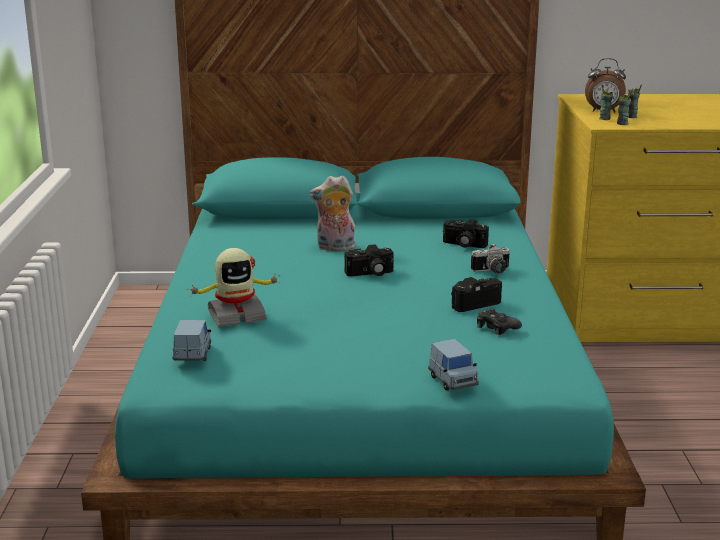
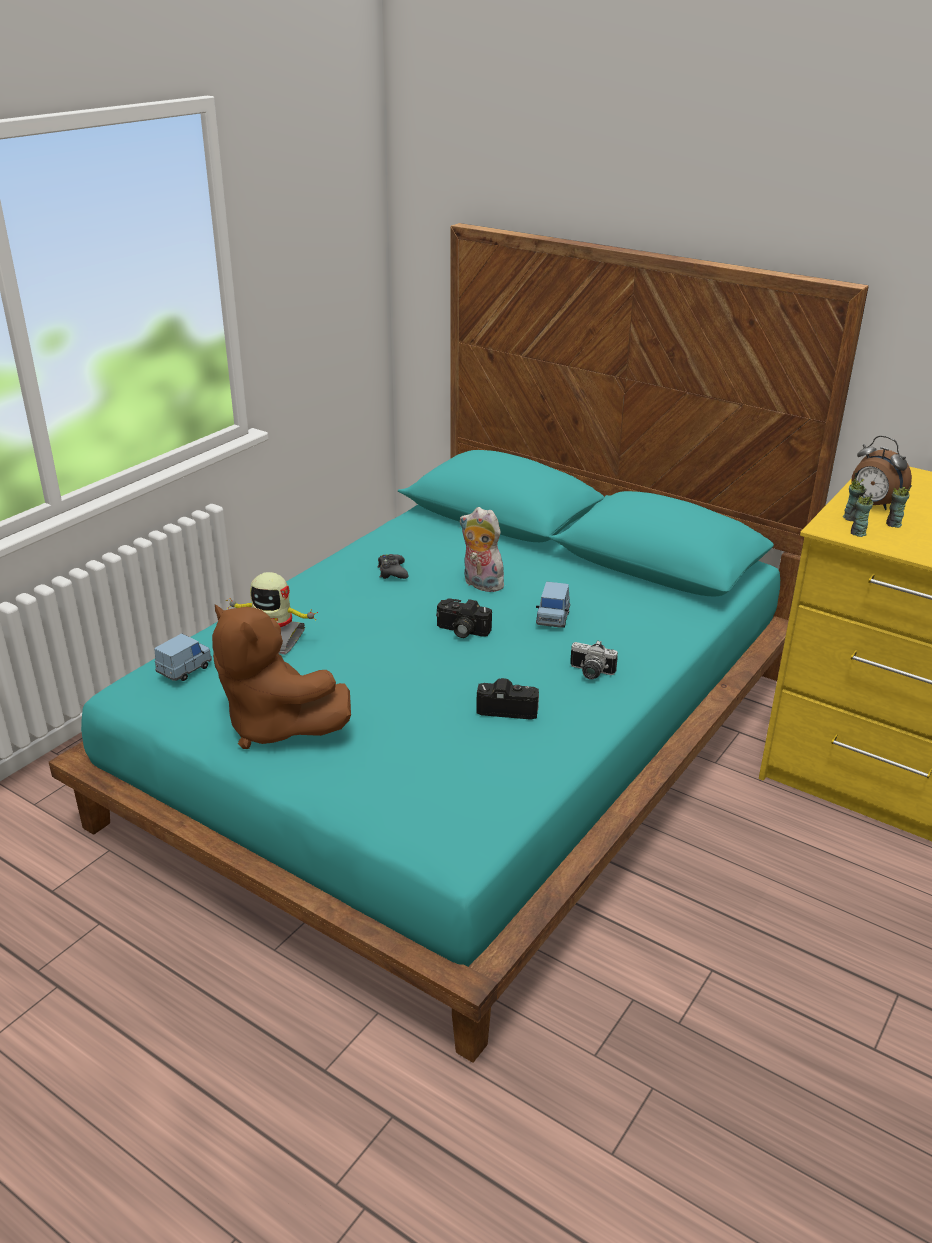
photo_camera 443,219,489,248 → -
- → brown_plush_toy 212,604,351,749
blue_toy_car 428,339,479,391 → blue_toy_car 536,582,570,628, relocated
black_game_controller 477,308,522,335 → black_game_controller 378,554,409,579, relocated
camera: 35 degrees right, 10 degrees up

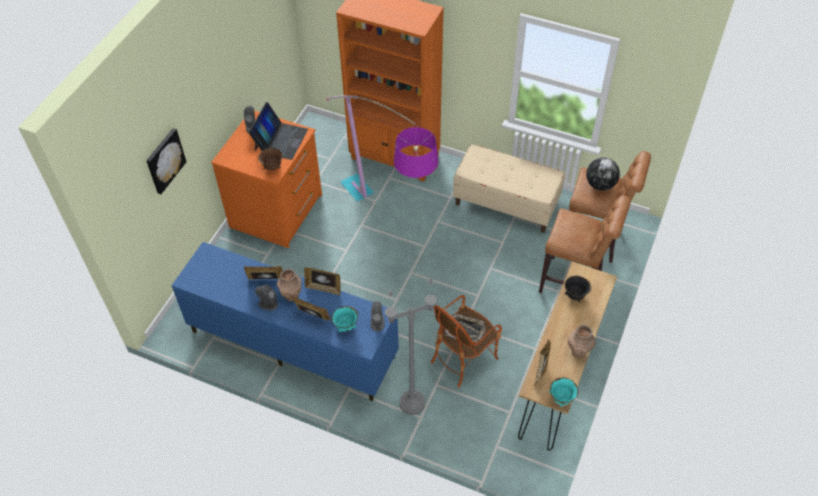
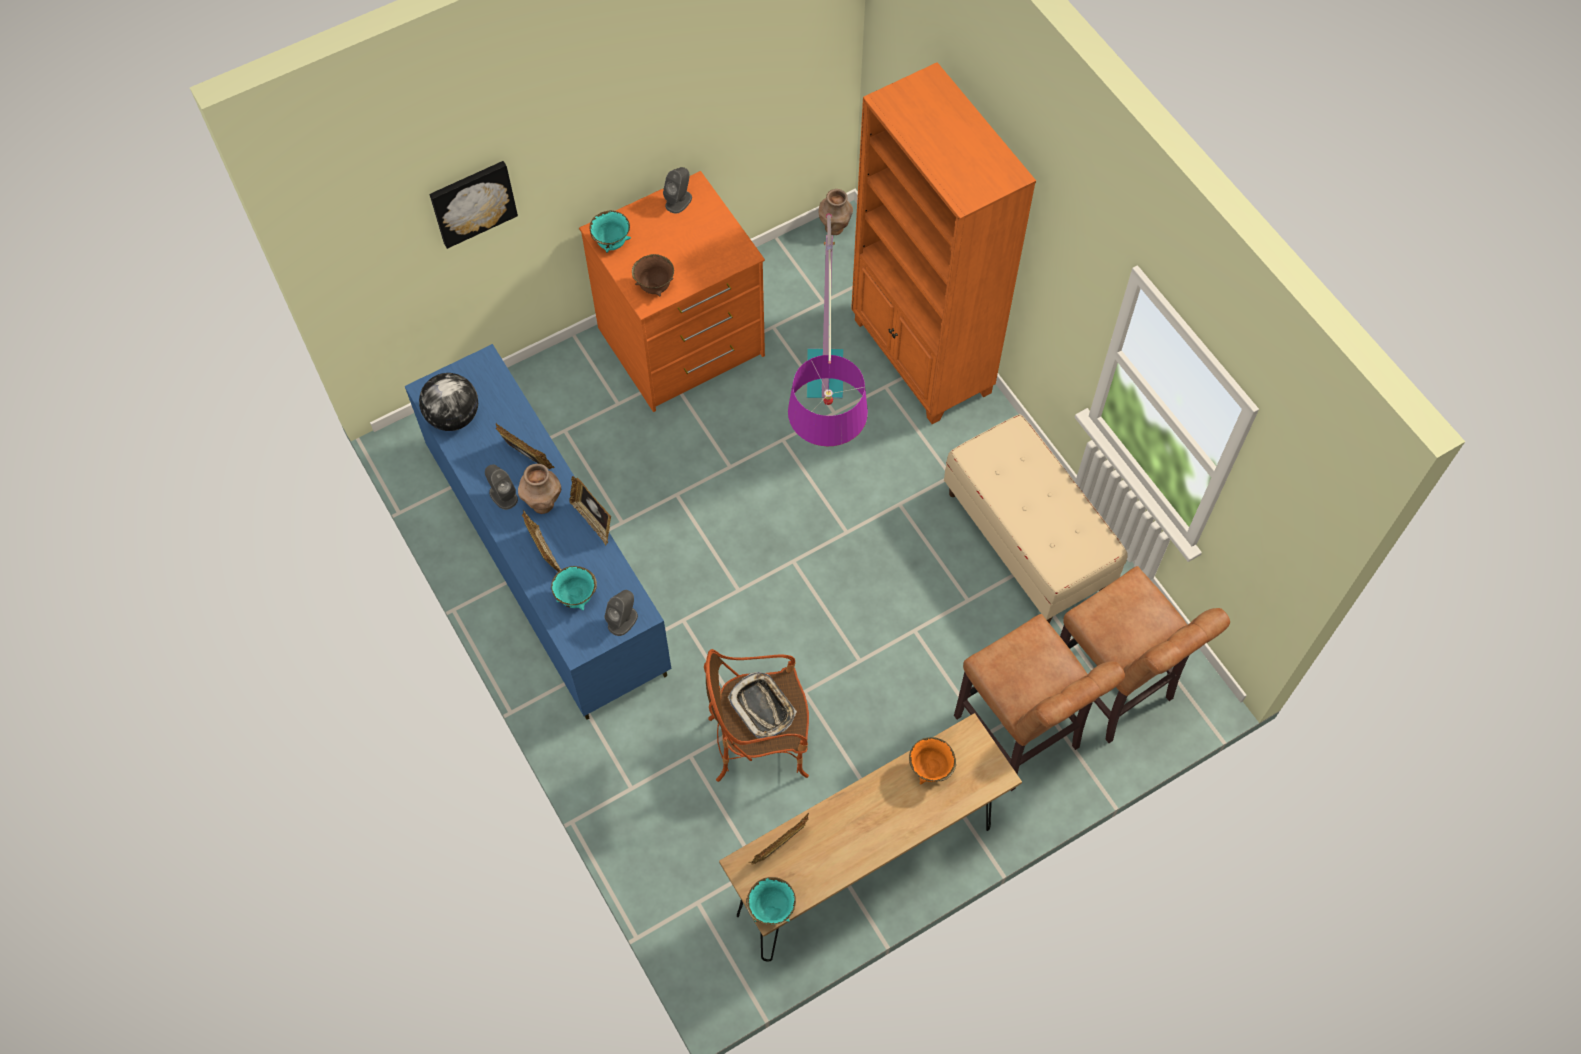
laptop 248,102,308,160 → -
grey_floor_lamp 385,278,437,415 → -
- → turquoise_bowl 590,211,631,253
brown_vase 568,325,596,358 → brown_vase 819,189,853,235, relocated
globe 586,158,620,190 → globe 419,373,478,431, relocated
black_bowl 564,276,592,302 → orange_bowl 909,737,956,784
camera: 35 degrees right, 10 degrees up

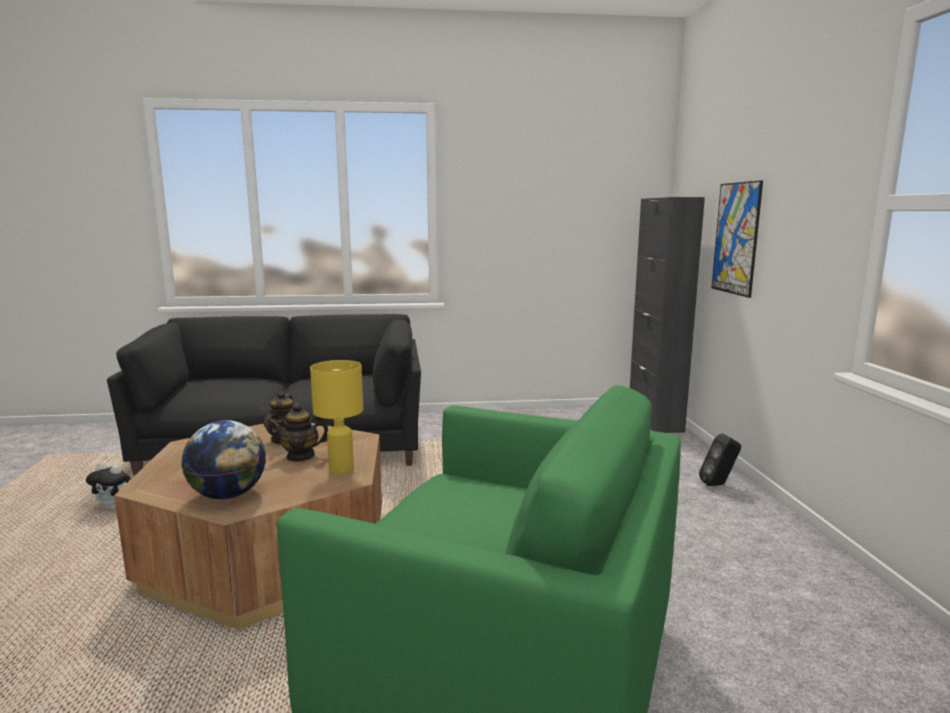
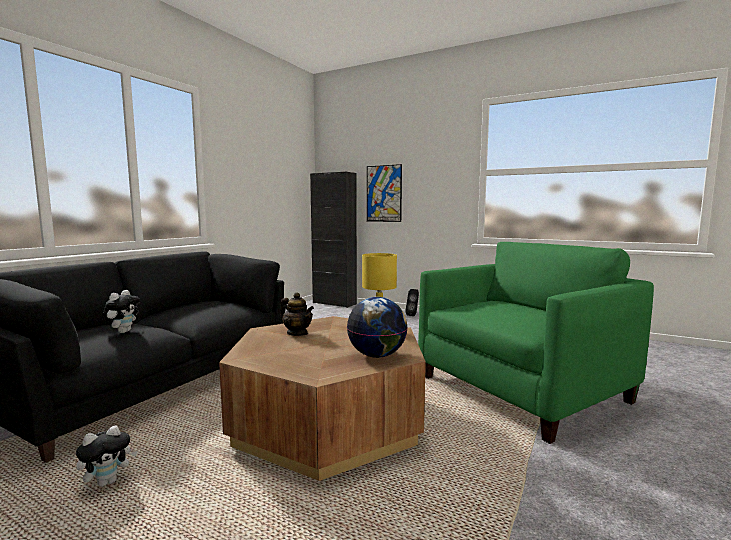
teapot 267,403,328,462 → -
- → plush_toy 102,290,140,333
camera: 55 degrees left, 5 degrees down

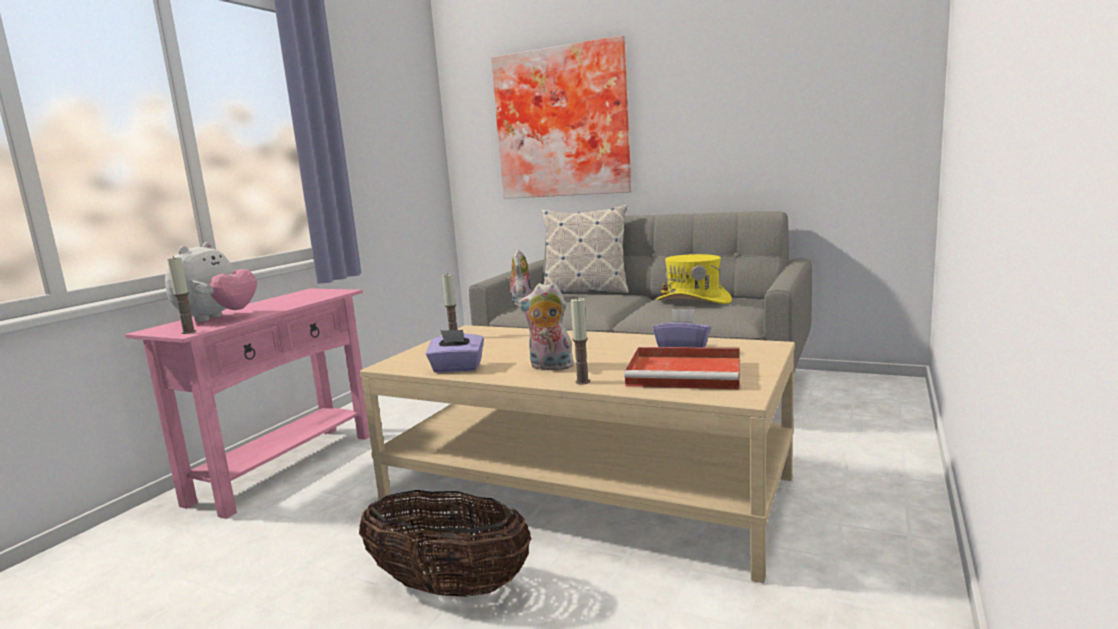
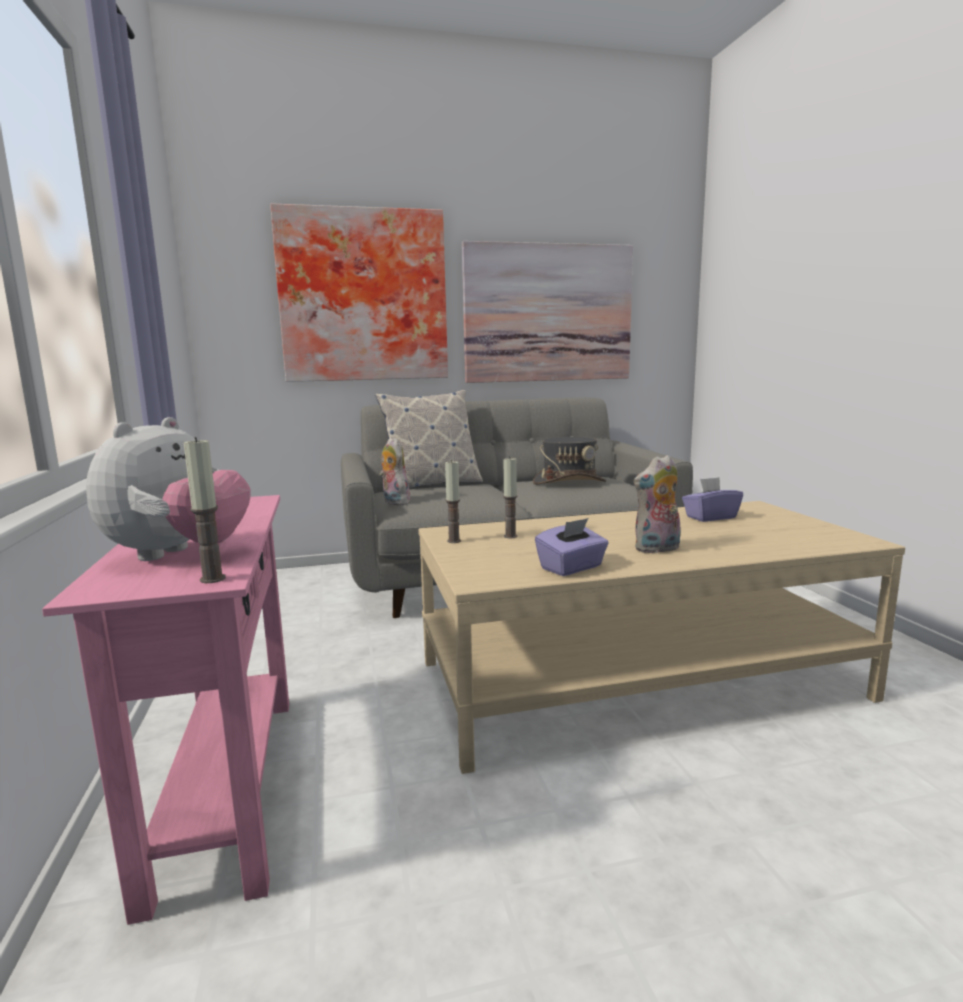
basket 359,490,531,597 → -
red_tray 624,347,740,389 → -
- → picture 462,241,633,383
candle 571,297,590,385 → candle 503,456,518,538, relocated
yellow_hat 657,254,732,304 → grey_hat 533,437,606,485
plush_toy 165,242,257,322 → plush_toy 86,417,251,561, 45 degrees clockwise
camera: 40 degrees left, 0 degrees up

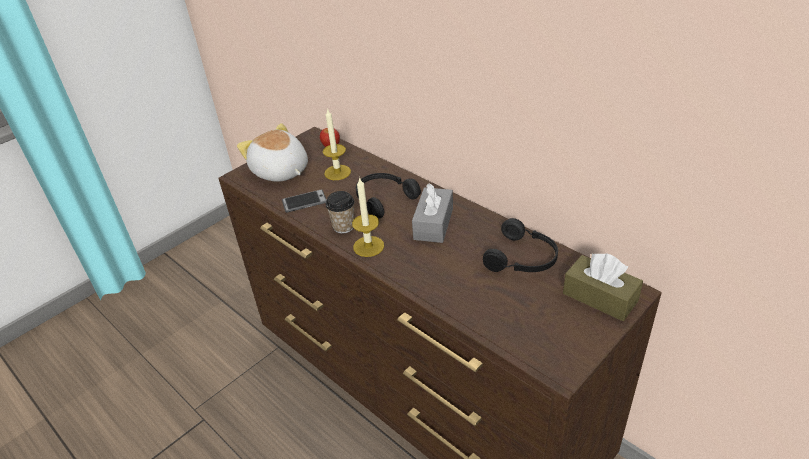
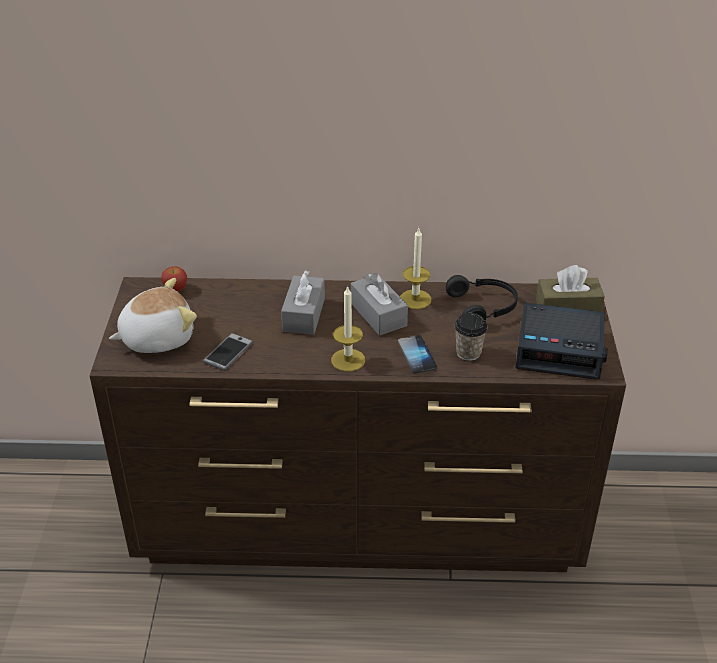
- → phone 398,335,437,374
- → alarm_clock 516,303,608,379
candle 323,108,351,180 → candle 400,227,431,309, relocated
cup 326,191,355,233 → cup 455,313,487,361, relocated
black_headphones 356,173,421,219 → grey_tissue_box 281,270,325,335
plush_toy 237,123,308,182 → plush_toy 109,278,197,353, 150 degrees clockwise
camera: 45 degrees left, 0 degrees up

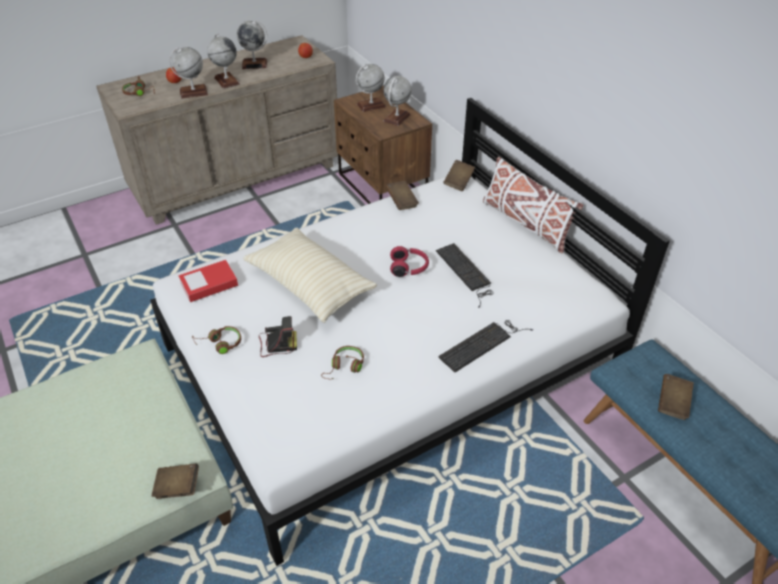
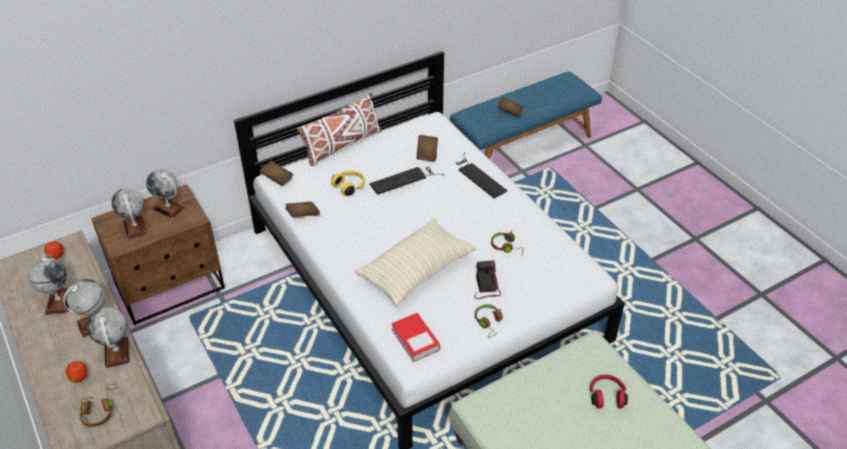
- → yellow_headphones 331,170,365,196
brown_book 152,463,199,499 → brown_book 417,135,438,162, relocated
red_headphones 390,246,429,277 → red_headphones 590,375,628,408, relocated
camera: 90 degrees left, 0 degrees up

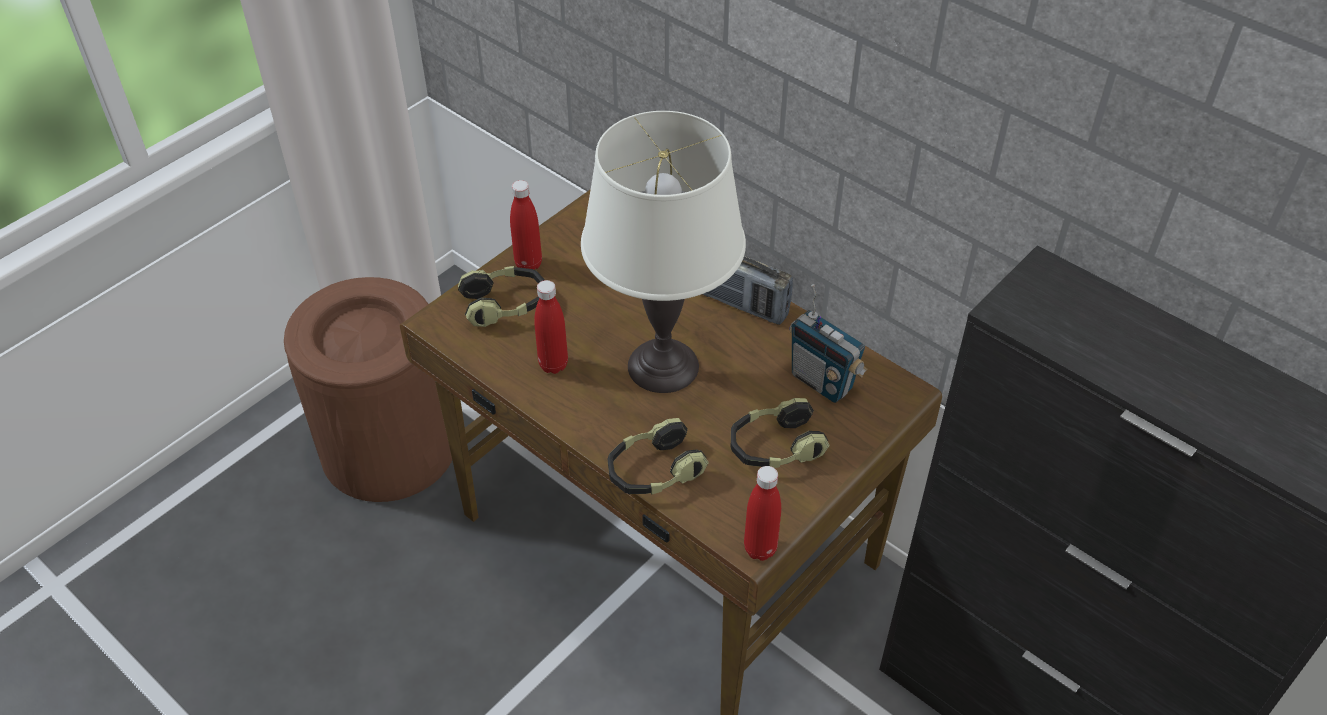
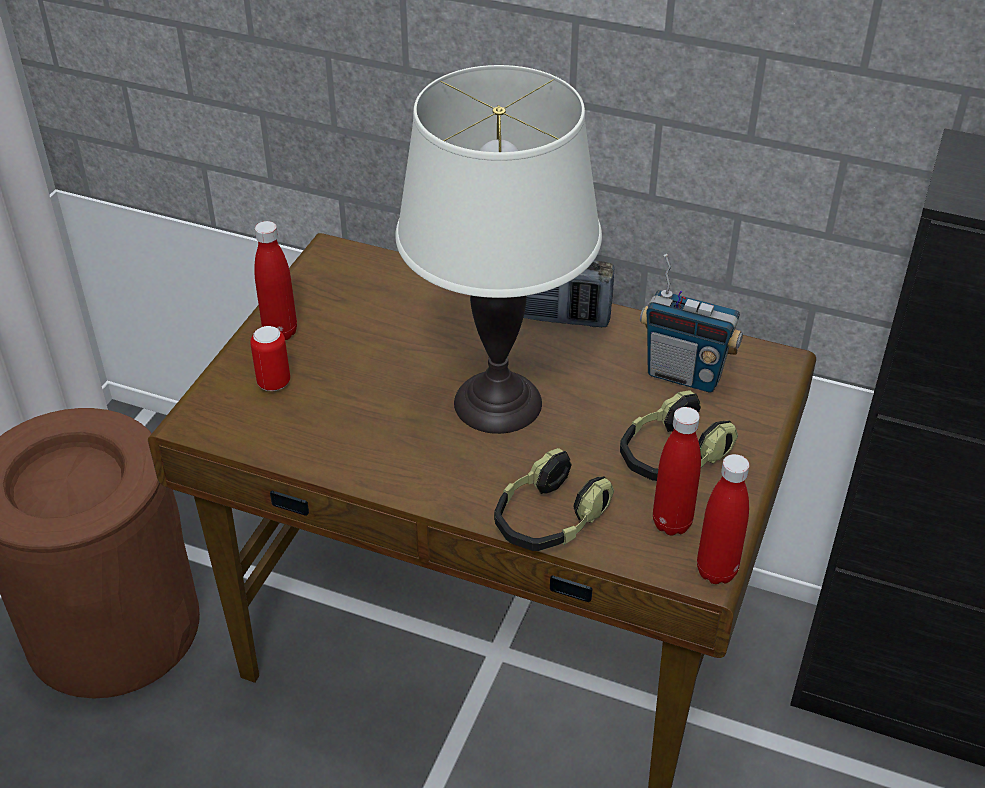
red_bottle 534,280,568,374 → red_bottle 653,407,701,536, relocated
headphones 458,266,545,327 → can 250,326,290,391
camera: 20 degrees left, 5 degrees down

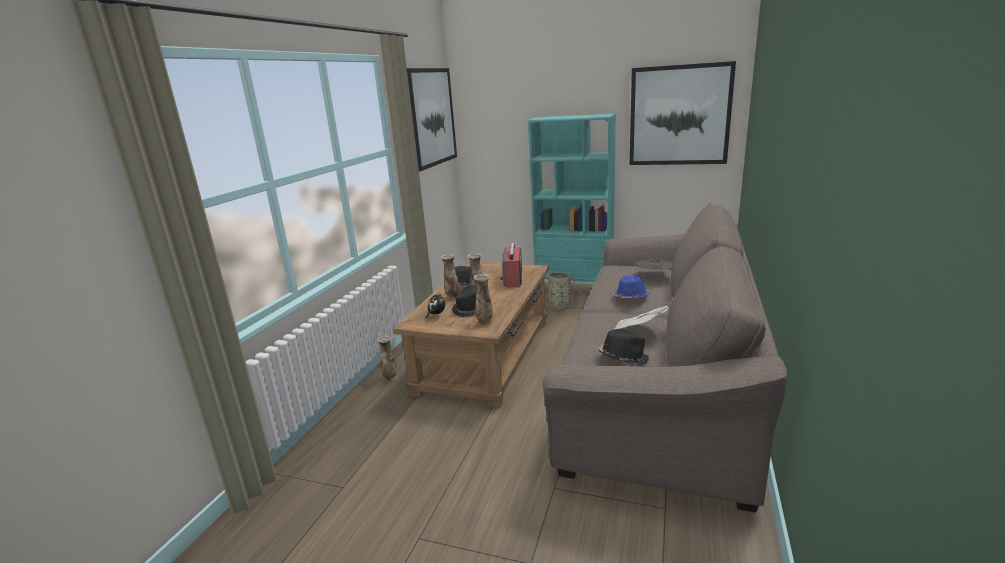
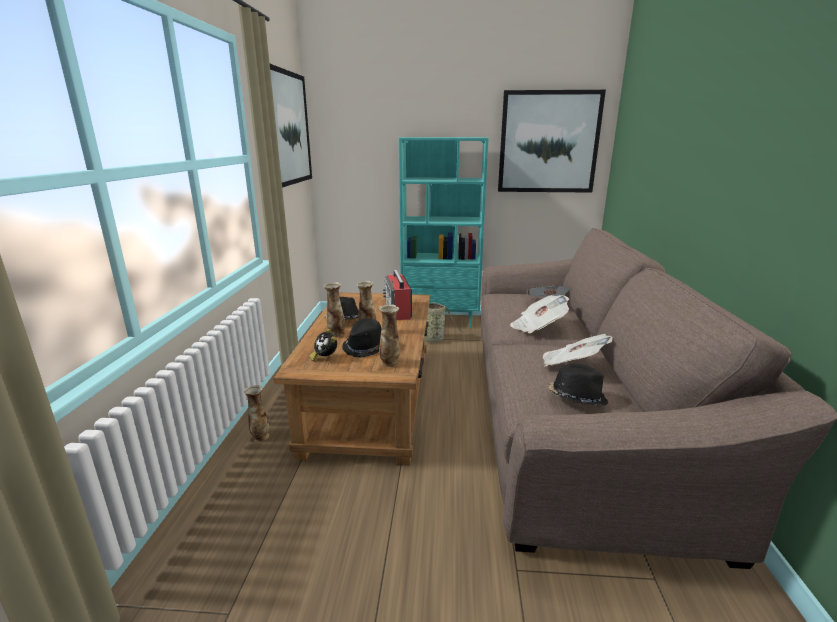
blue_hat 614,276,650,298 → newspaper 510,295,569,333
camera: 15 degrees left, 0 degrees up

